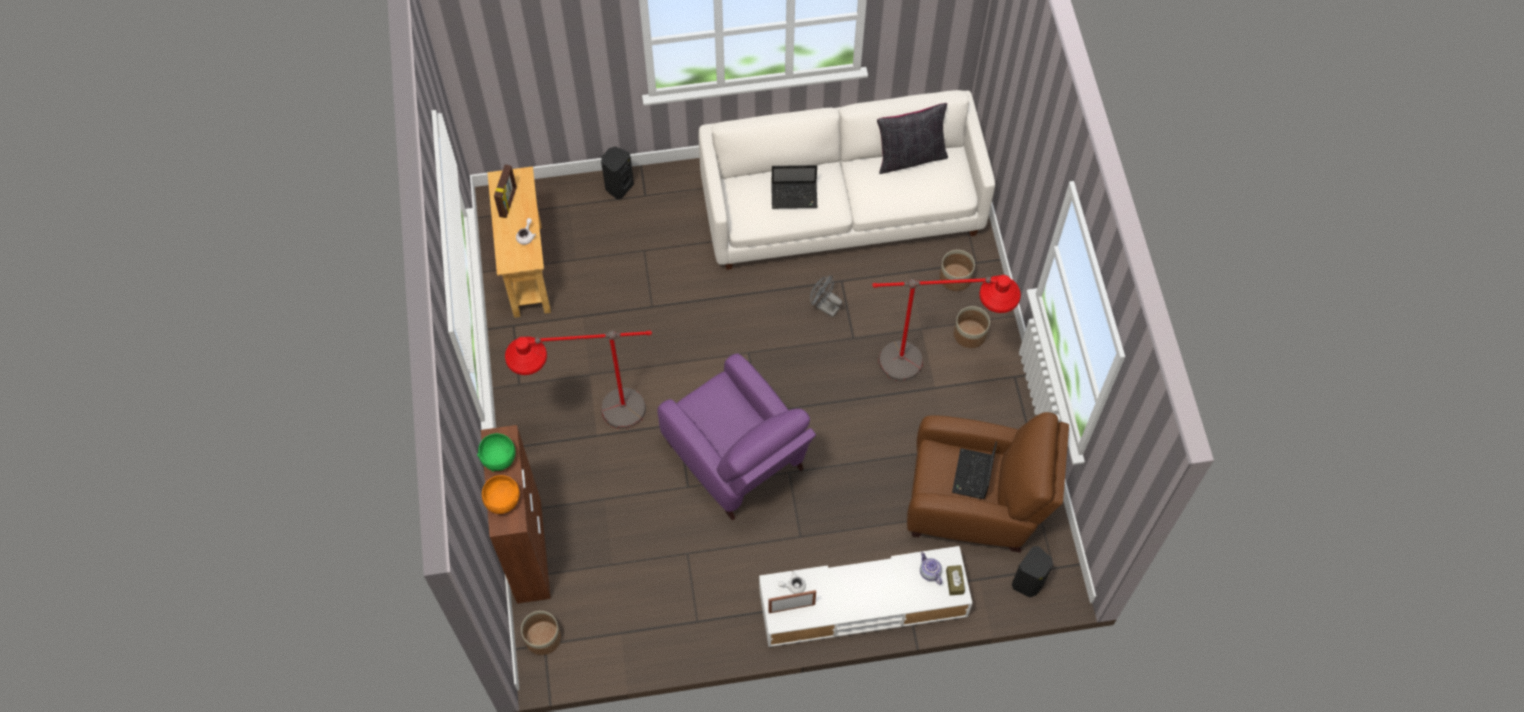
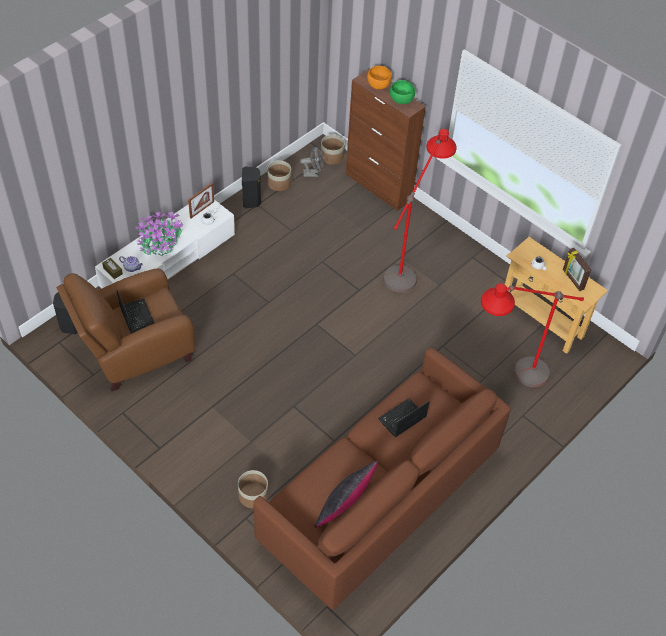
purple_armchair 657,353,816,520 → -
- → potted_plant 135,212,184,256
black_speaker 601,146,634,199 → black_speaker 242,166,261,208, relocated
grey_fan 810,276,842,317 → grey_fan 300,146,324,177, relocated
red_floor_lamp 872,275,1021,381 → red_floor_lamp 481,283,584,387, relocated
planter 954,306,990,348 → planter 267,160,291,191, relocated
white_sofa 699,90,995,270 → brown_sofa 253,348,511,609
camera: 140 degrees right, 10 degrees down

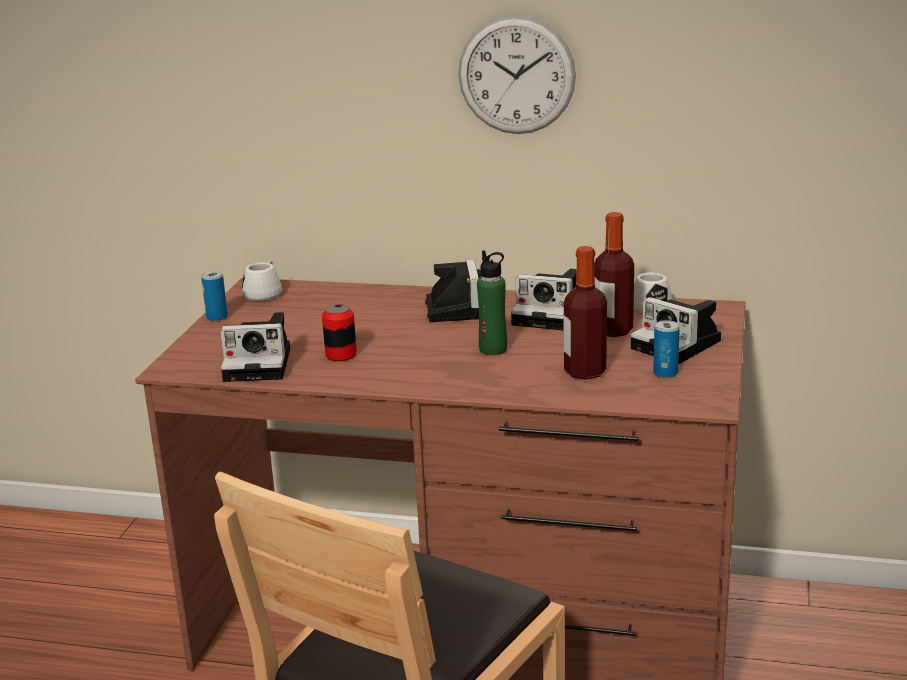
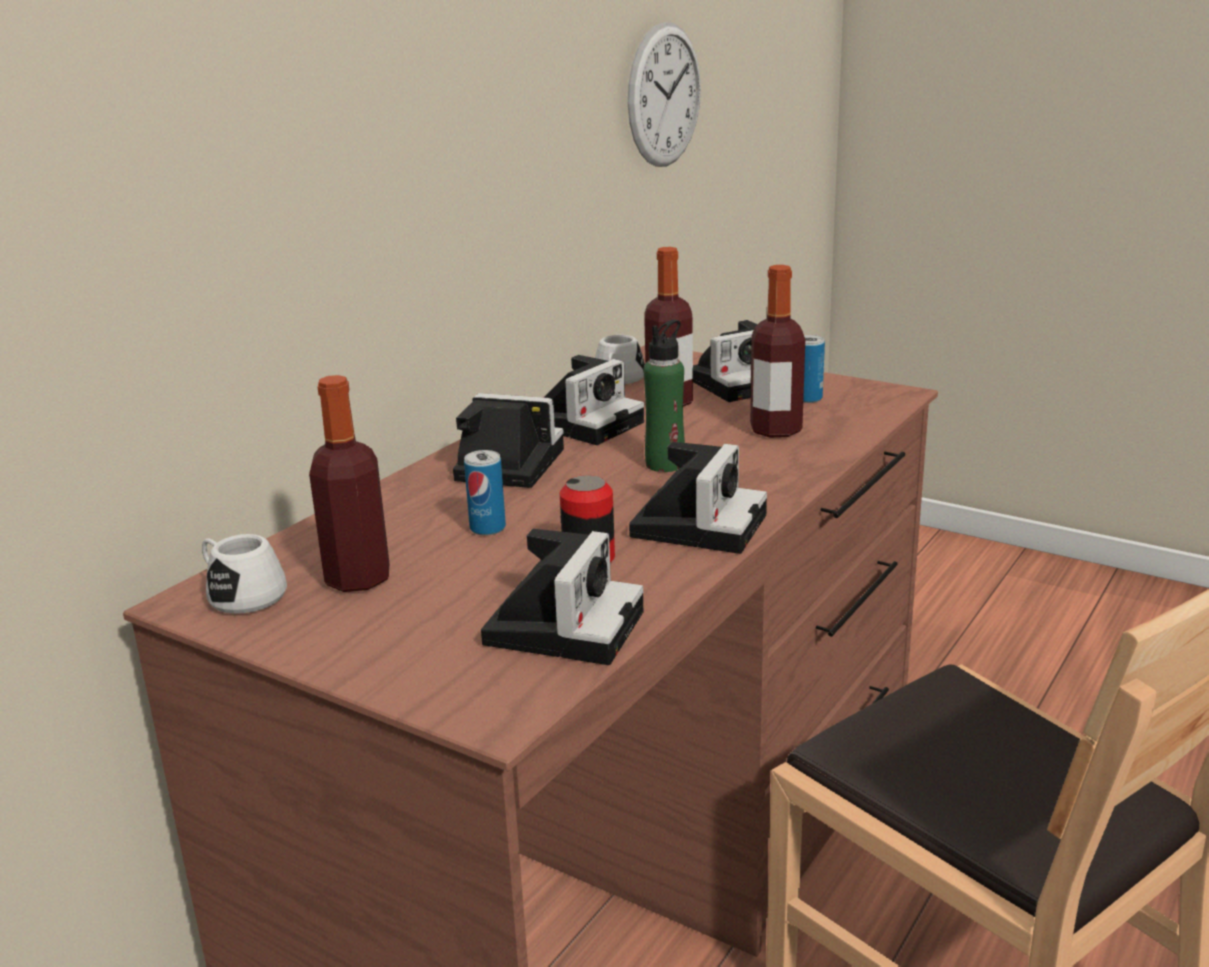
- → bottle 309,375,390,592
- → photo_camera 629,442,767,554
can 201,271,228,321 → can 464,450,506,536, relocated
wall_clock 458,15,576,134 → wall_clock 628,22,701,167, relocated
camera: 70 degrees left, 0 degrees up

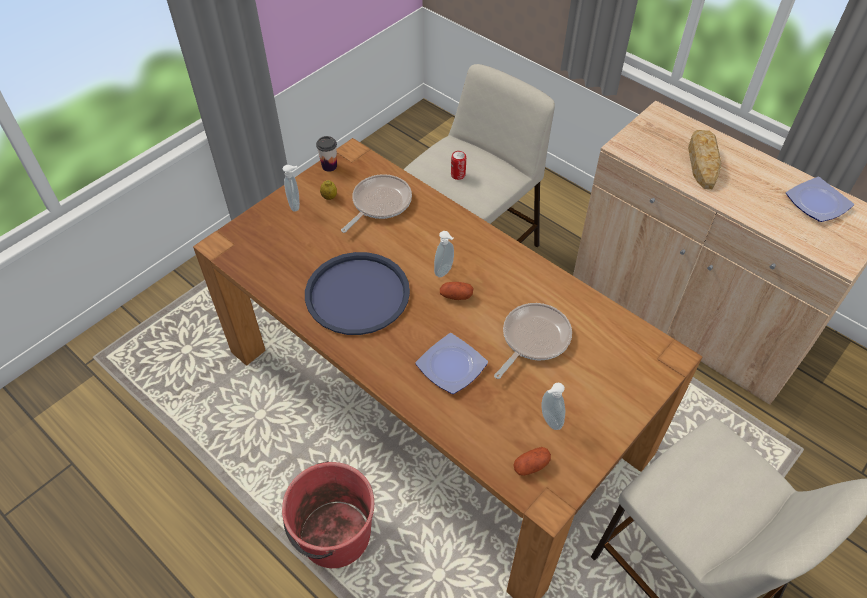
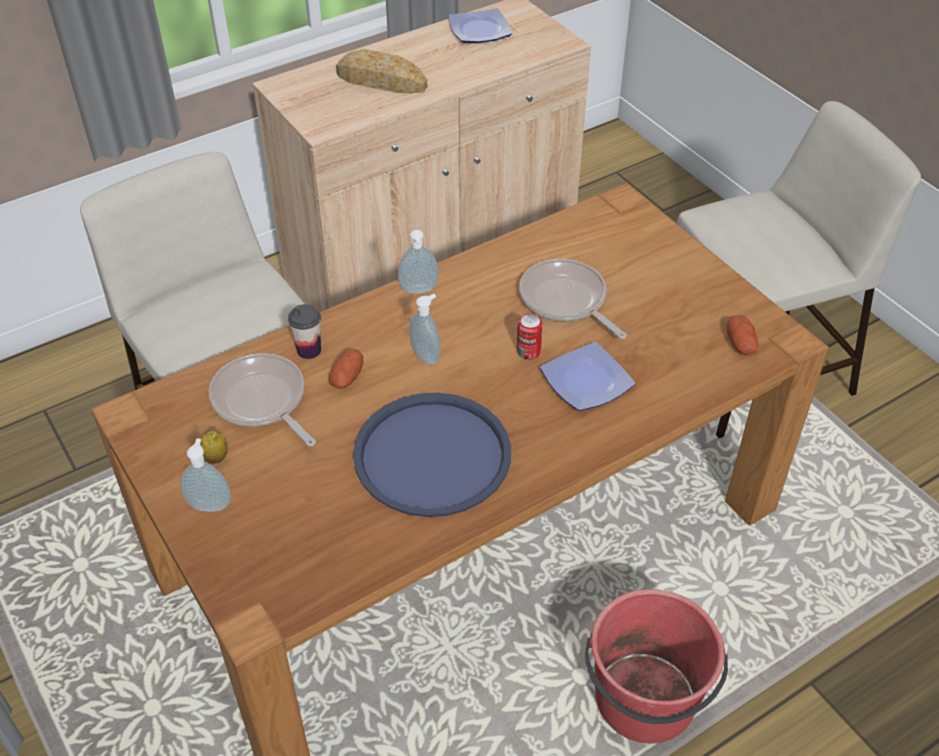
cup 316,136,337,172 → cup 288,304,321,359, relocated
potato 440,282,474,300 → potato 328,348,363,389, relocated
can 451,151,466,180 → can 517,313,543,360, relocated
soap_dispenser 541,382,565,430 → soap_dispenser 398,230,439,294, relocated
camera: 75 degrees left, 5 degrees down

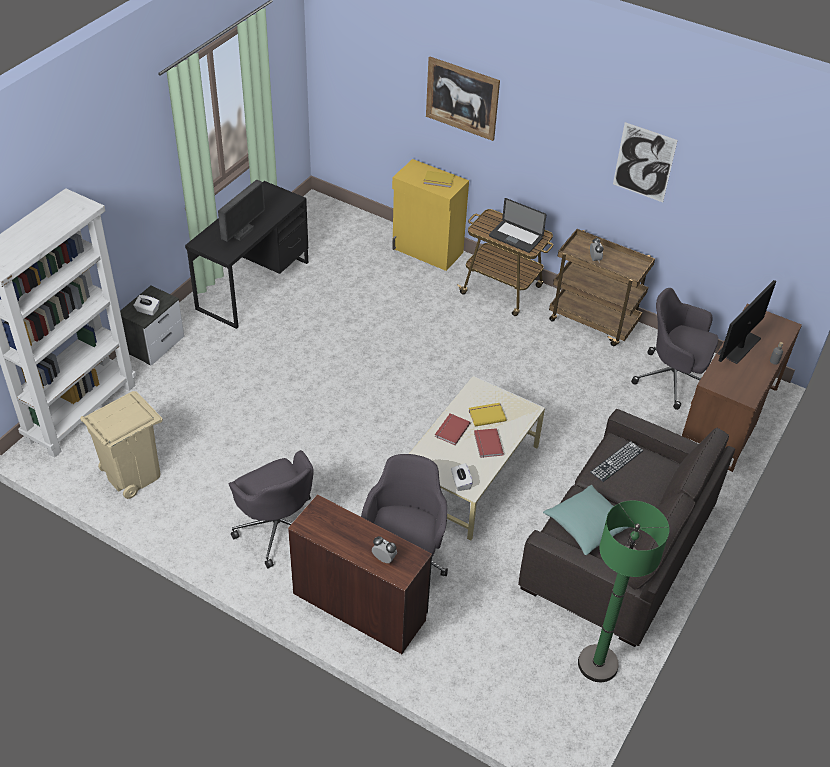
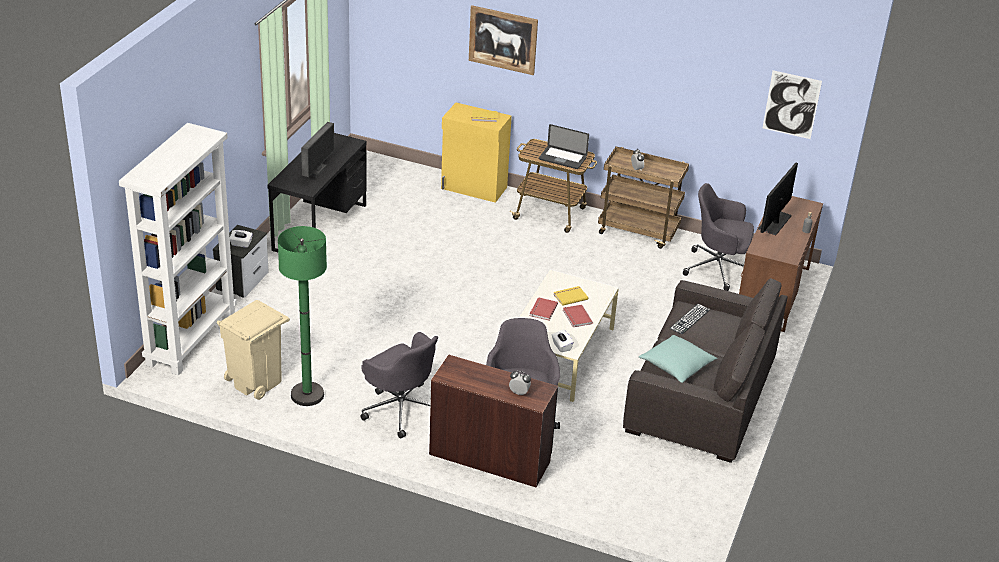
green_floor_lamp 578,500,669,682 → green_floor_lamp 278,226,327,406, relocated
picture 613,122,678,202 → picture 763,70,822,139, relocated
camera: 10 degrees left, 10 degrees down

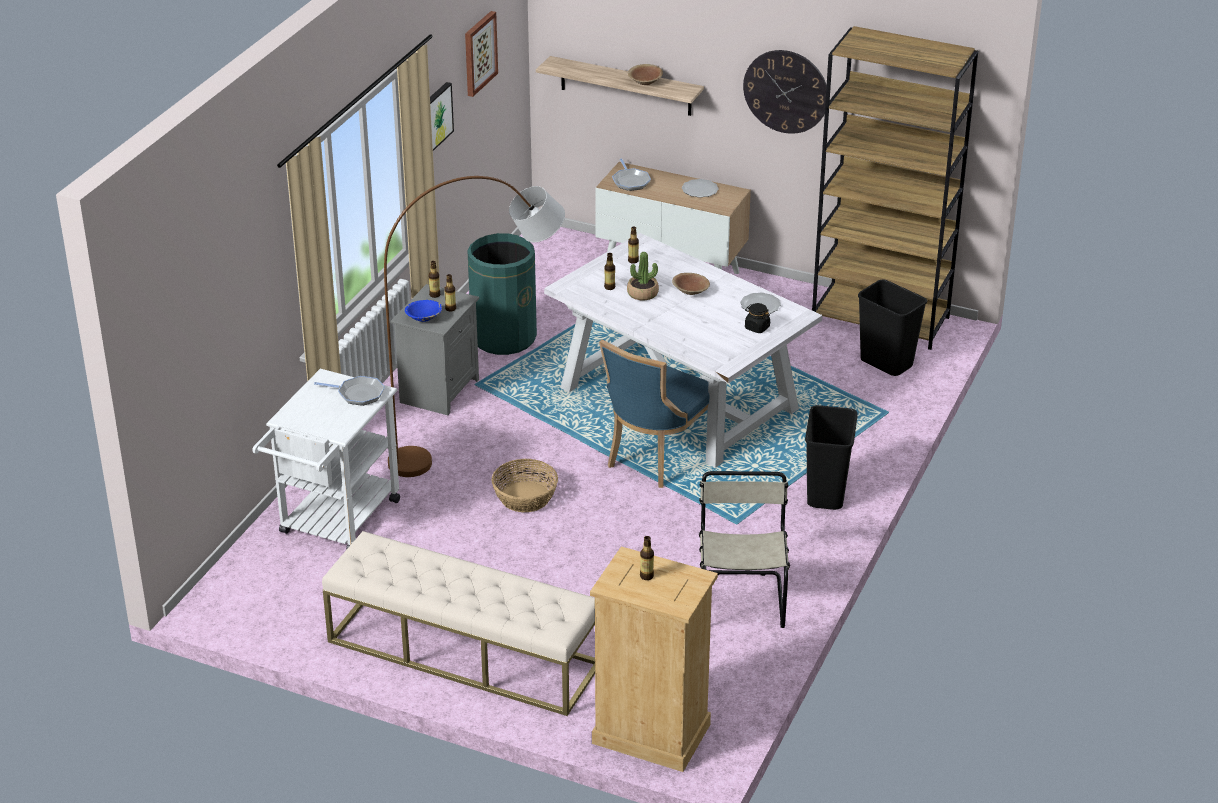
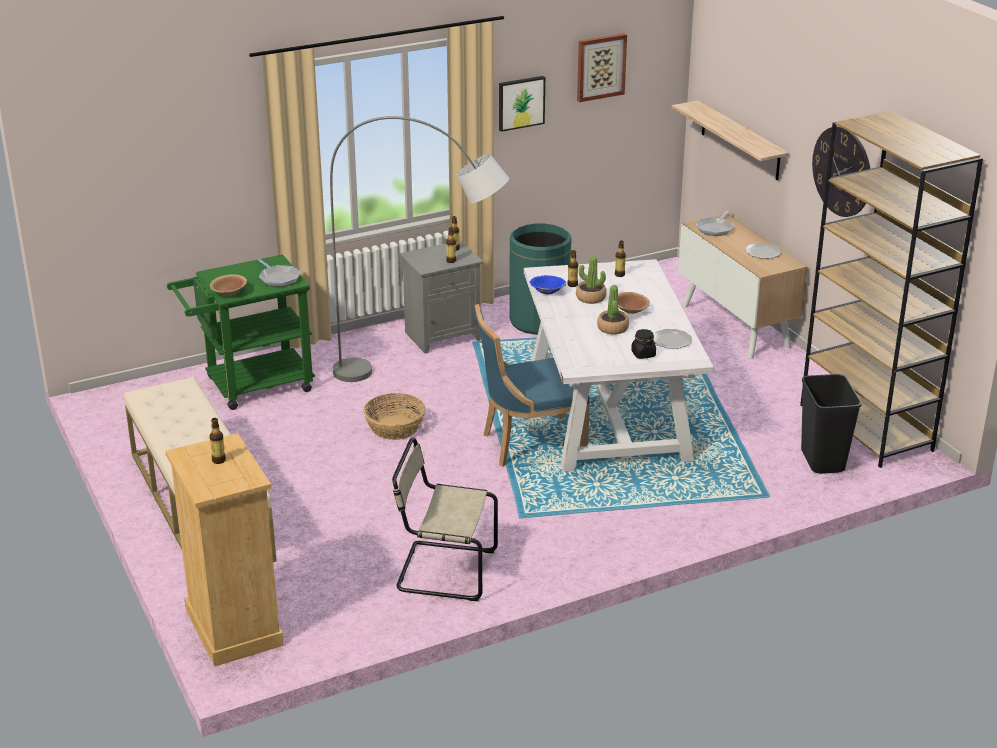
black_trash_can 805,405,858,510 → -
- → potted_plant 597,285,629,335
blue_bowl 405,300,442,322 → blue_bowl 530,275,566,295, relocated
brown_bowl 628,64,663,85 → brown_bowl 210,274,247,296, relocated
white_cart 253,369,400,550 → green_cart 167,254,315,410
brown_floor_lamp 384,176,565,477 → grey_floor_lamp 330,116,509,382
beige_chair 699,471,790,628 → beige_chair 392,438,498,601, 120 degrees counterclockwise
camera: 40 degrees right, 5 degrees down

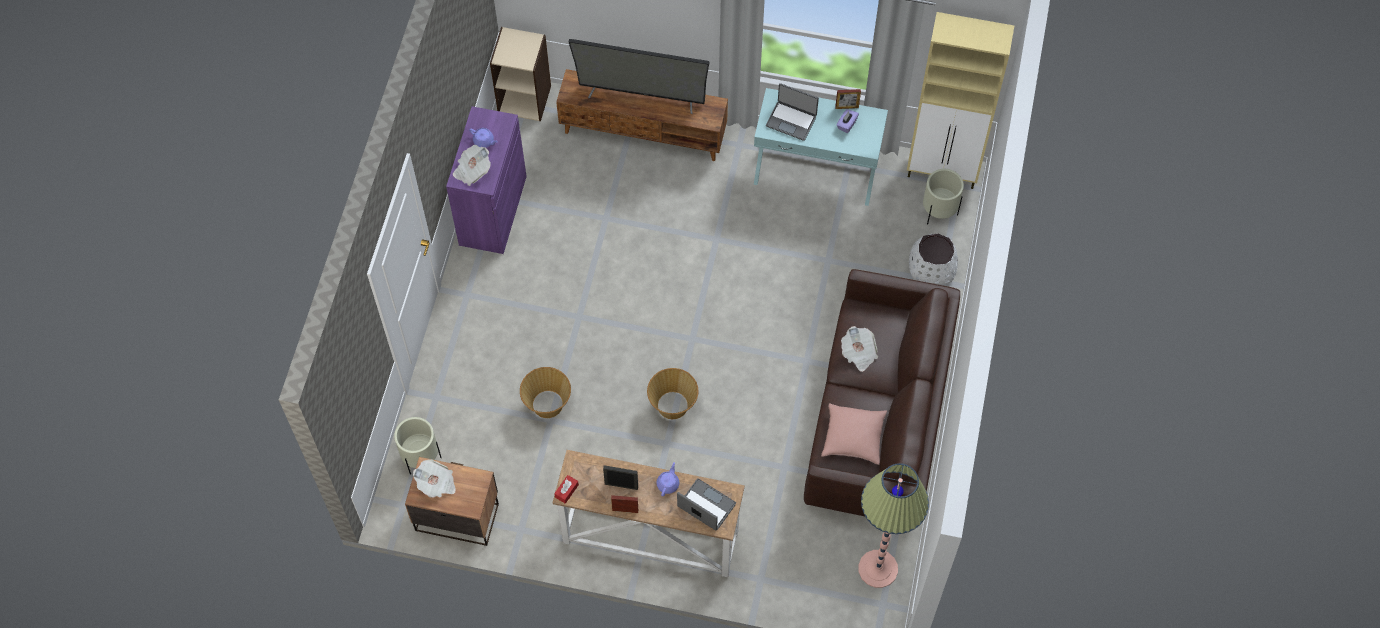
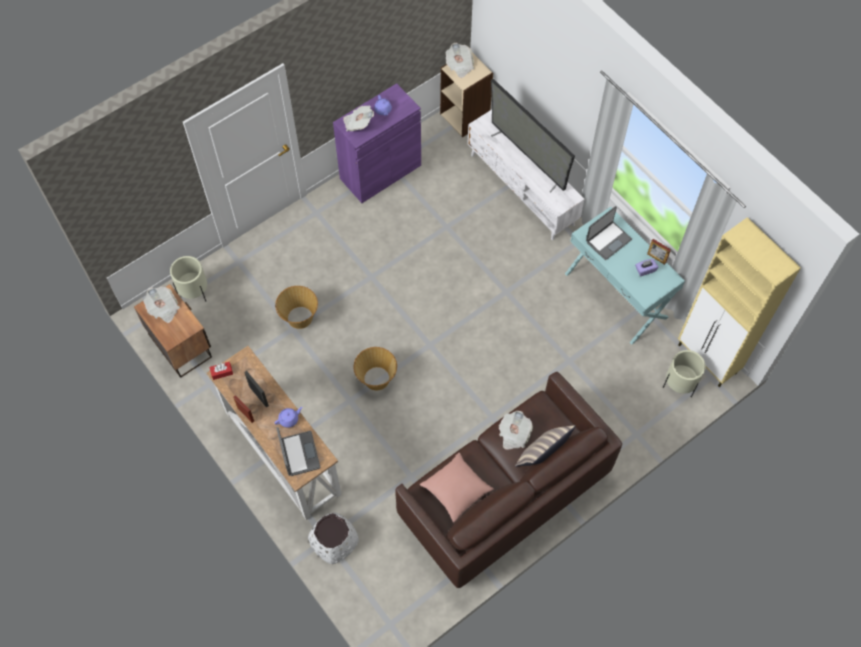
floor_lamp 858,463,929,588 → -
- → newspaper 446,43,474,78
- → pillow 515,425,576,467
white_planter 909,233,958,285 → white_planter 308,512,359,564, relocated
brown_tv_stand 556,69,728,161 → white_tv_stand 467,110,585,240
laptop 766,83,819,141 → laptop 586,206,632,260, 105 degrees counterclockwise
camera: 40 degrees right, 0 degrees up

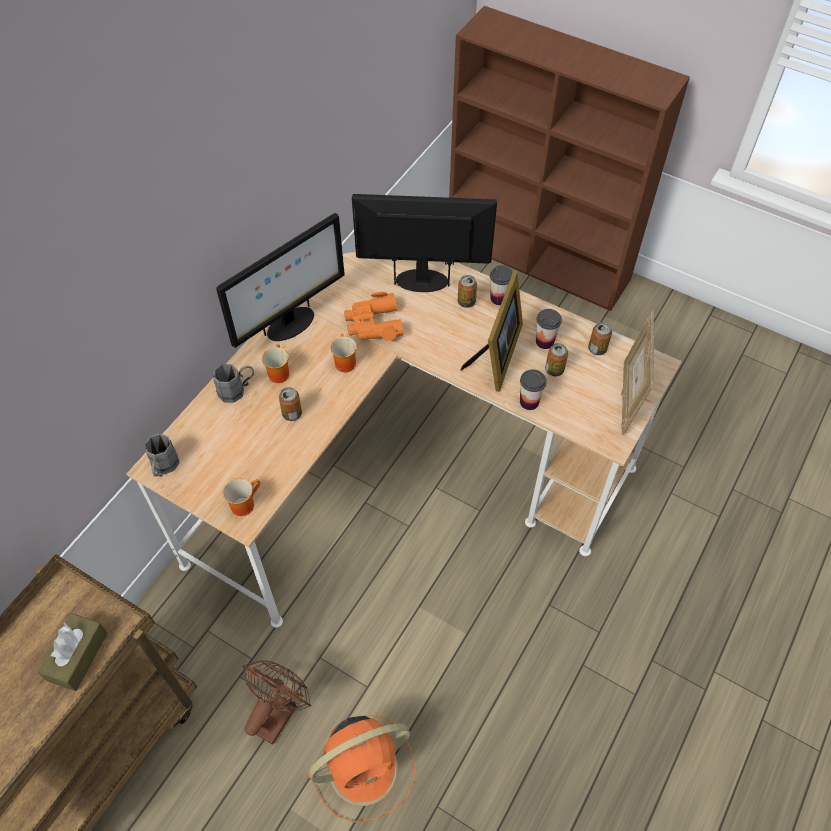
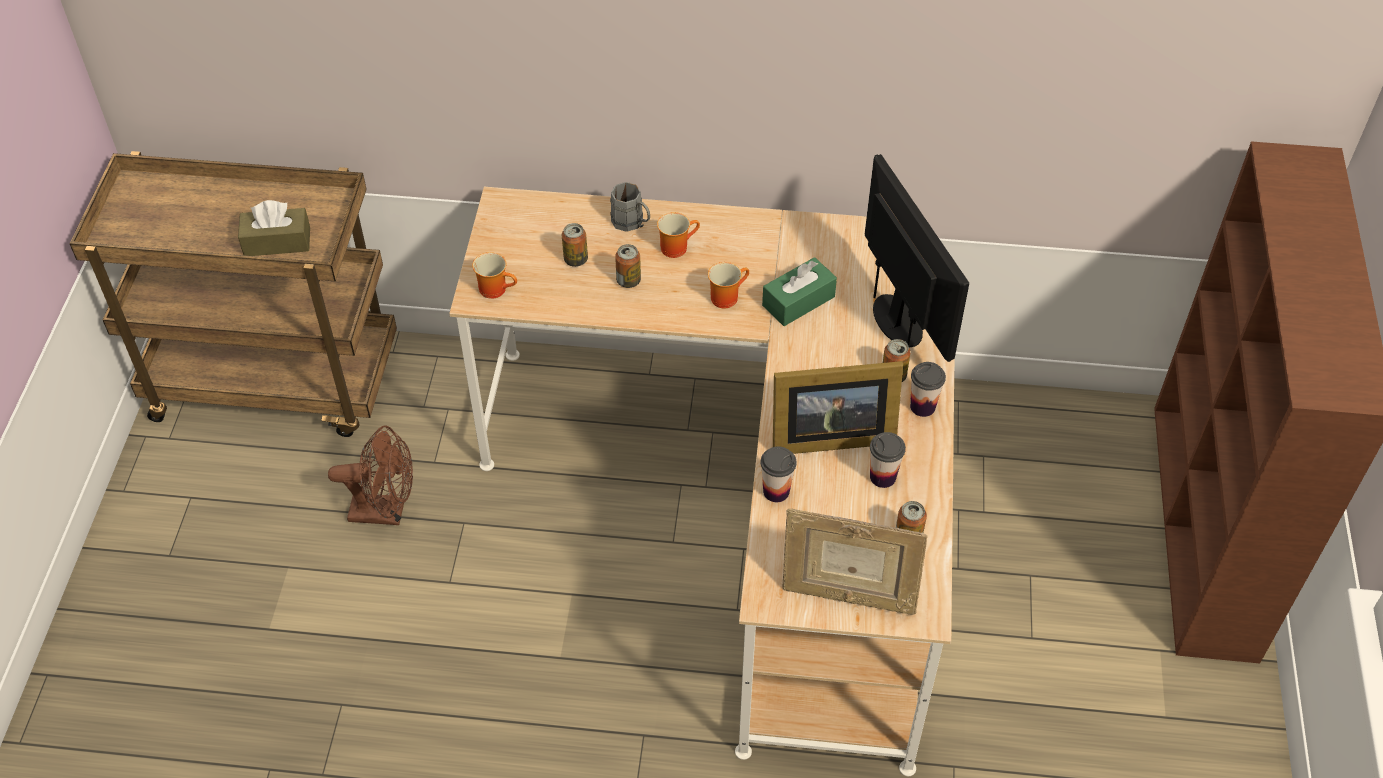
grey_mug 145,434,180,476 → -
monitor 216,213,345,348 → -
orange_fan 307,714,415,822 → -
can 545,343,568,376 → can 562,223,588,267, relocated
orange_binoculars 344,292,404,341 → green_tissue_box 762,257,837,326
picture_frame 621,311,654,435 → picture_frame 782,509,928,615, 150 degrees counterclockwise
camera: 65 degrees right, 5 degrees down

